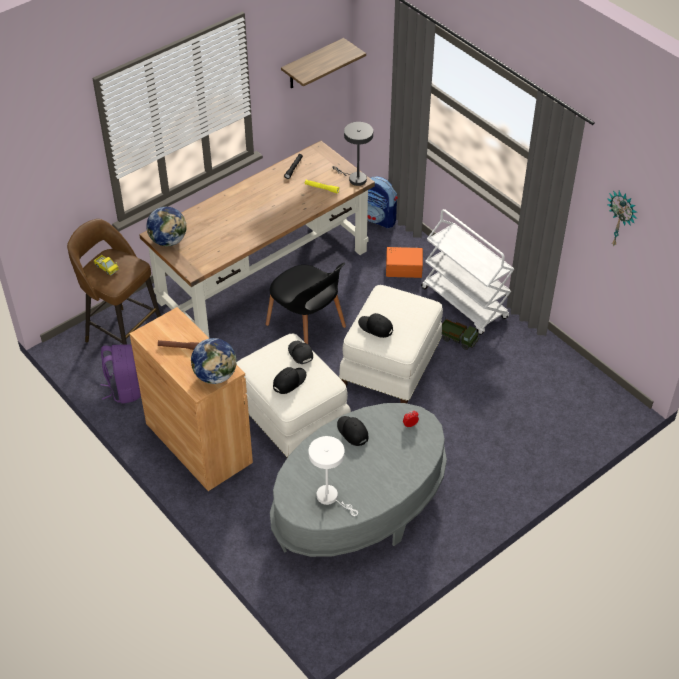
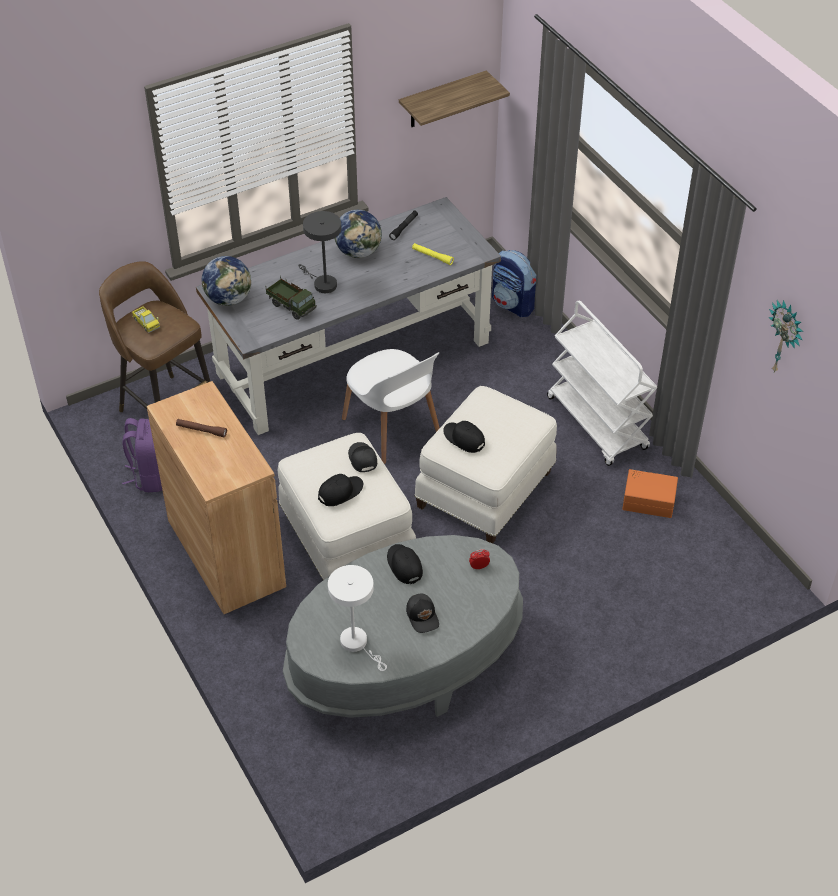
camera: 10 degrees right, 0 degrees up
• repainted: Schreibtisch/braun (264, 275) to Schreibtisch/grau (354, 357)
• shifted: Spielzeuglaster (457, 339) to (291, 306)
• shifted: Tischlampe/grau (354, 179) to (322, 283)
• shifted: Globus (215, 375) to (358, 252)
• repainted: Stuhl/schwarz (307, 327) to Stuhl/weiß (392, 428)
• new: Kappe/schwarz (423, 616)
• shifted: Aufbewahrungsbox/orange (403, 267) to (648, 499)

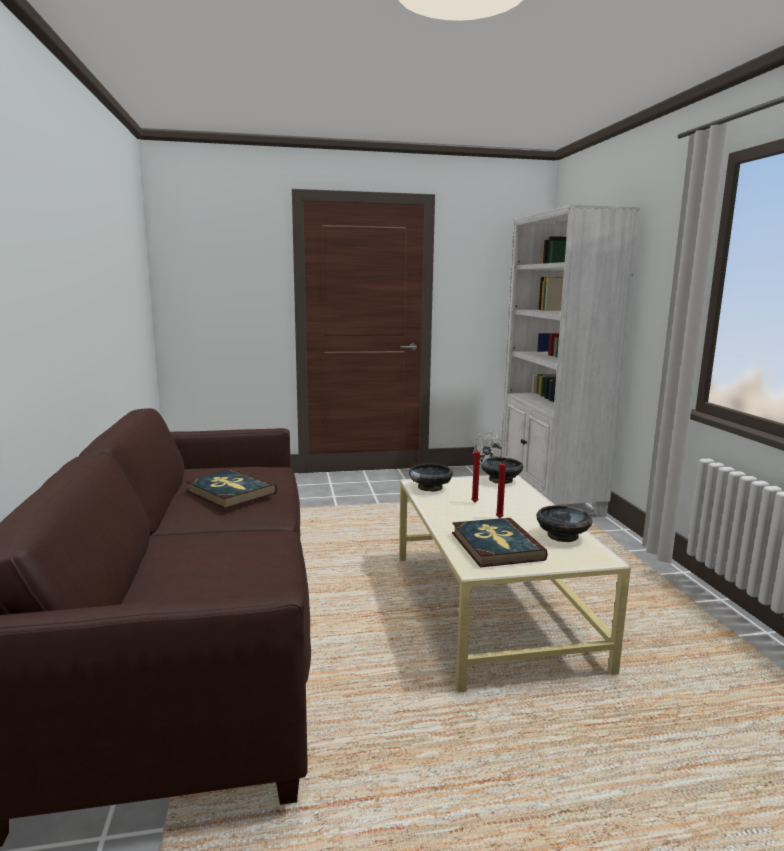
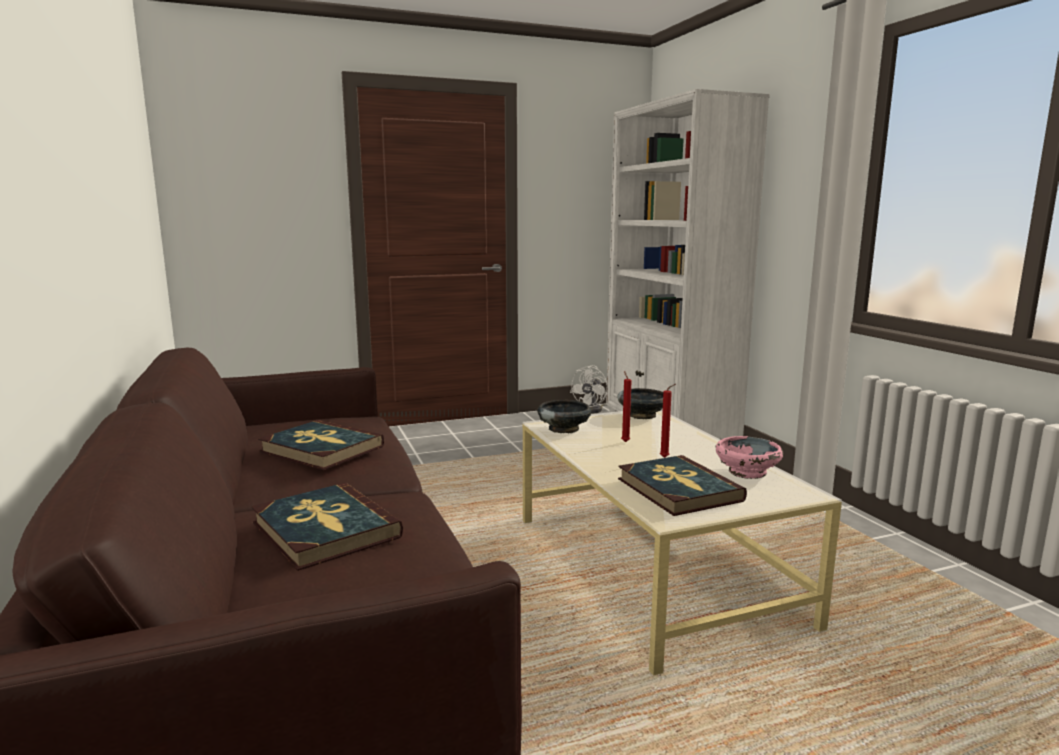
camera: 10 degrees left, 0 degrees up
• new: Buch (324, 530)
• repainted: Schüssel/schwarz (562, 536) to Schüssel/rosa (746, 472)

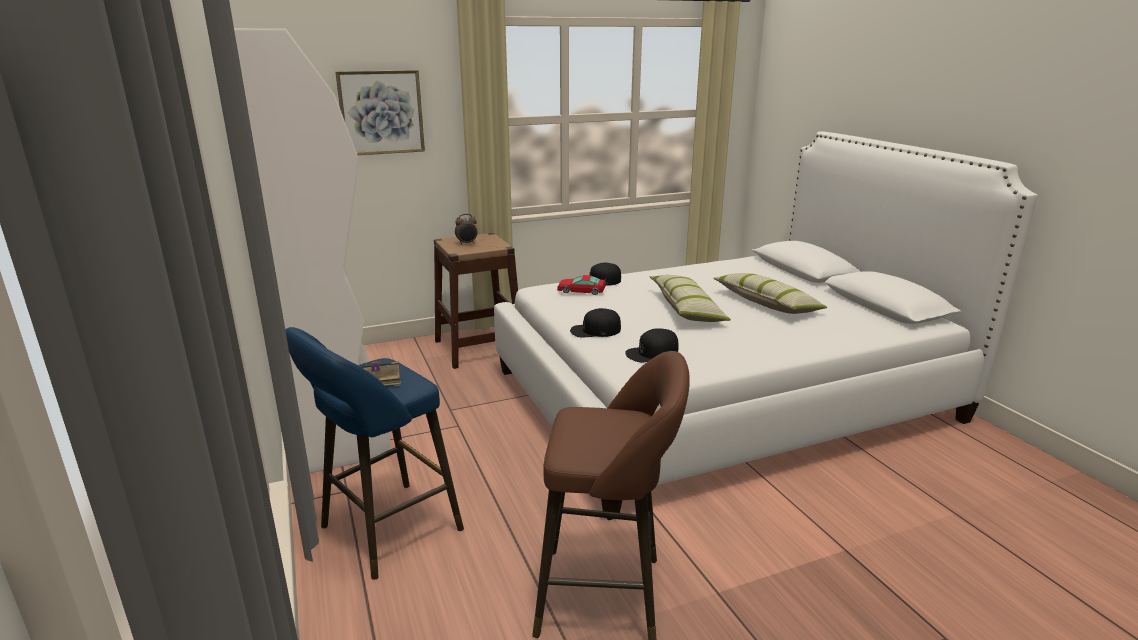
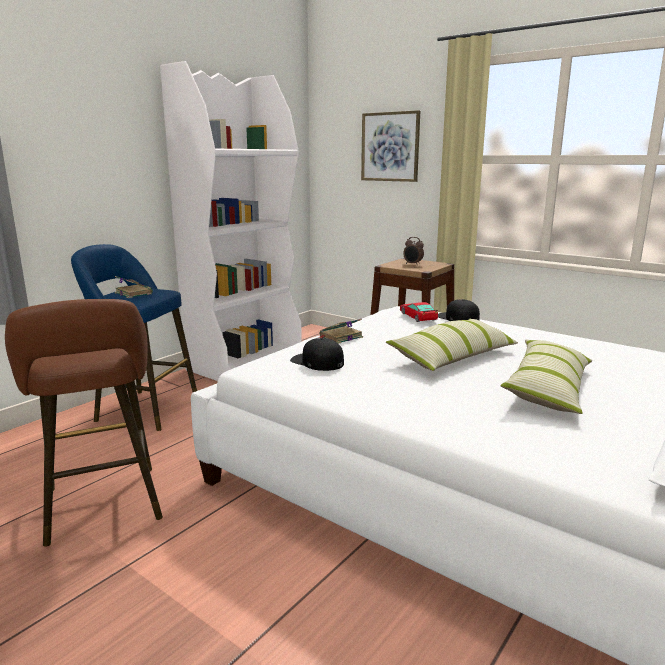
camera: 60 degrees right, 5 degrees down
• swapped: Kappe/schwarz (595, 330) to Buch (340, 337)

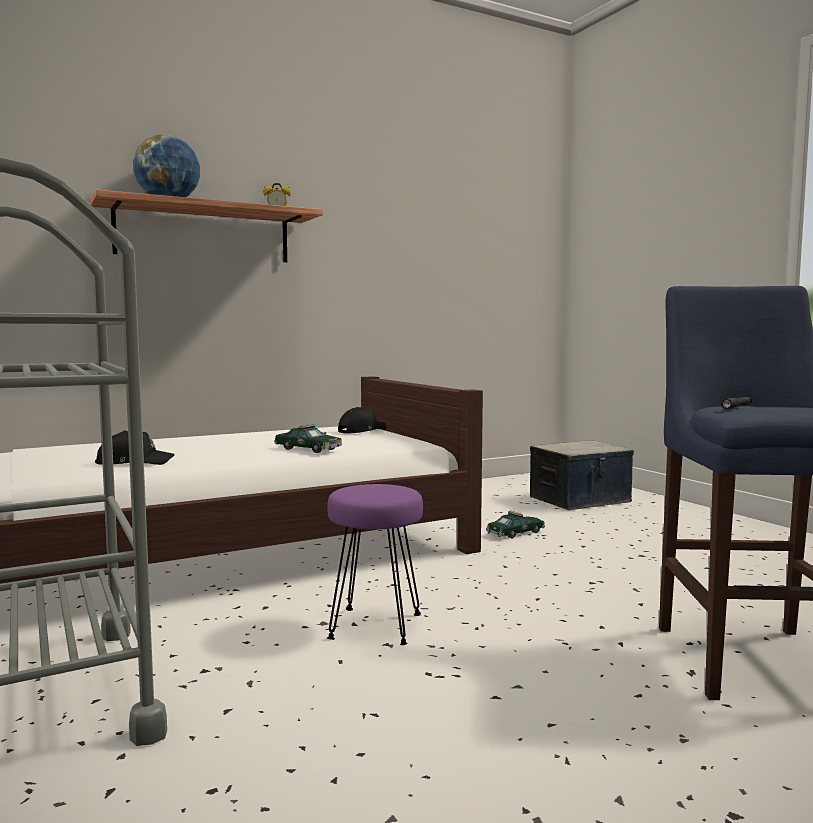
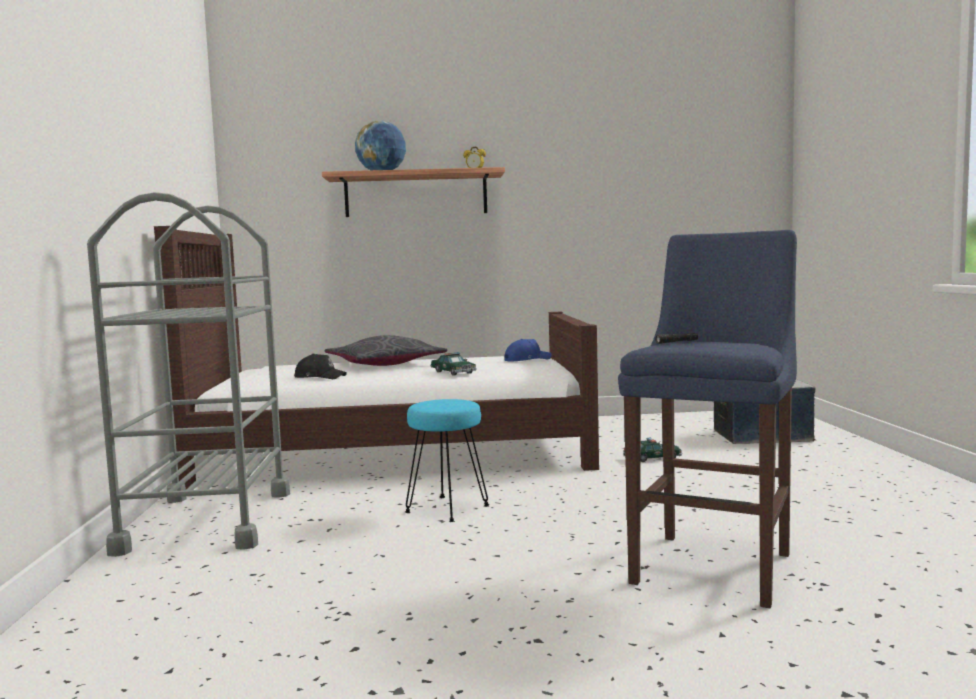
camera: 25 degrees right, 0 degrees up
• new: Kissen/grau (385, 365)
• repainted: Hocker/lila (376, 625) to Hocker/türkis (448, 509)
• repainted: Kappe/schwarz (361, 431) to Kappe/blau (526, 359)

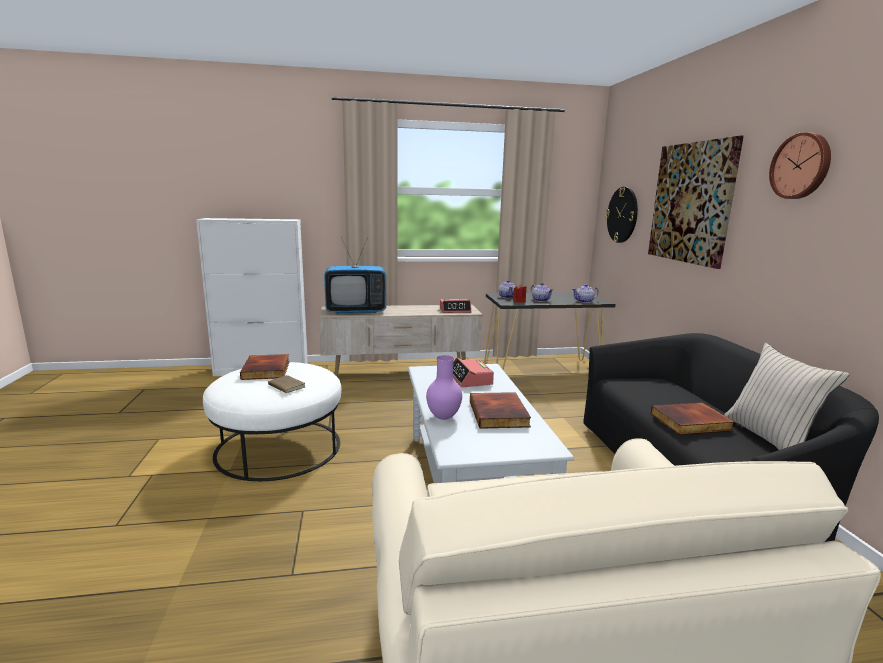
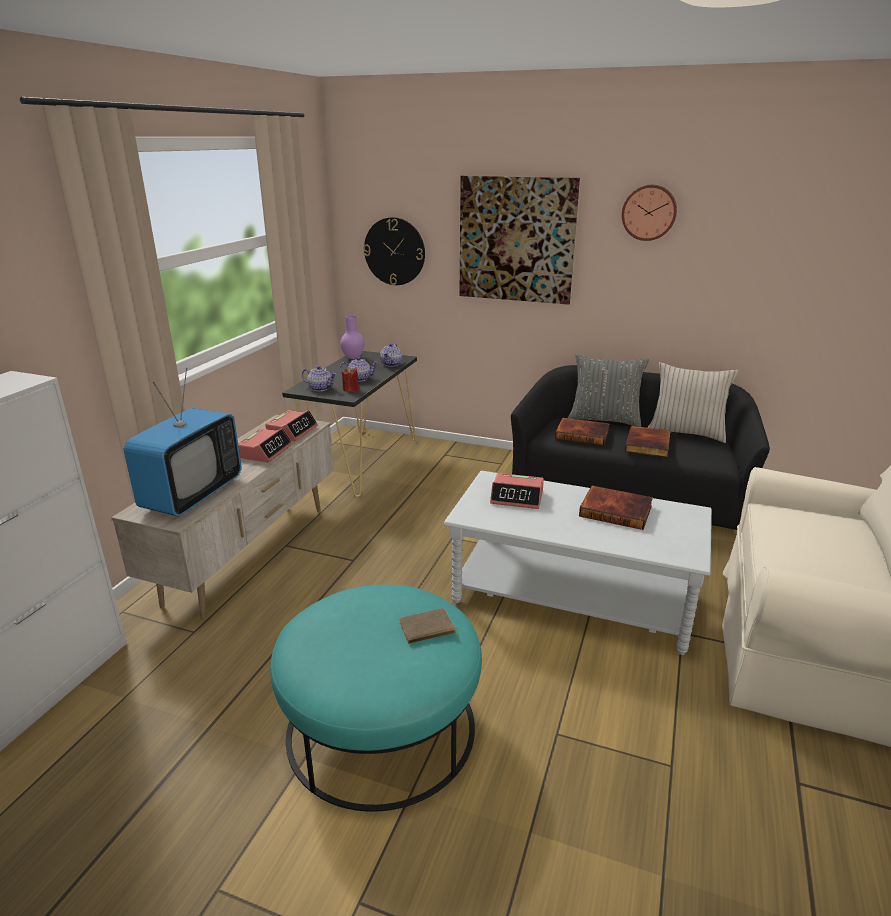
camera: 60 degrees left, 10 degrees up
• new: Wecker (265, 451)
• repainted: Polsterhocker/weiß (279, 447) to Polsterhocker/türkis (381, 726)
• shifted: Vase/lila (442, 417) to (353, 358)
• shifted: Buch (267, 370) to (582, 434)
• new: Kissen/grau (604, 420)

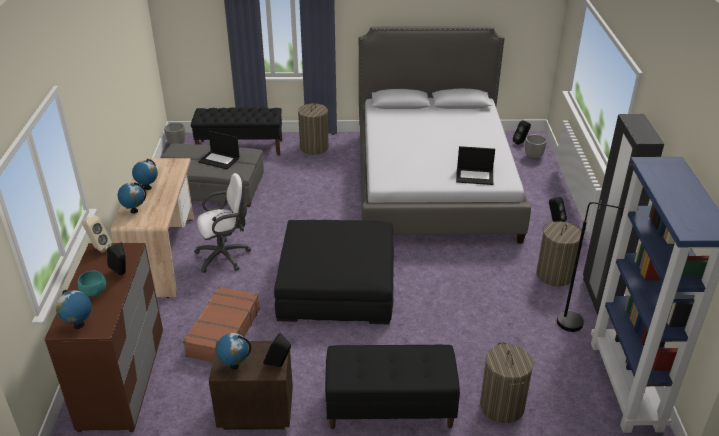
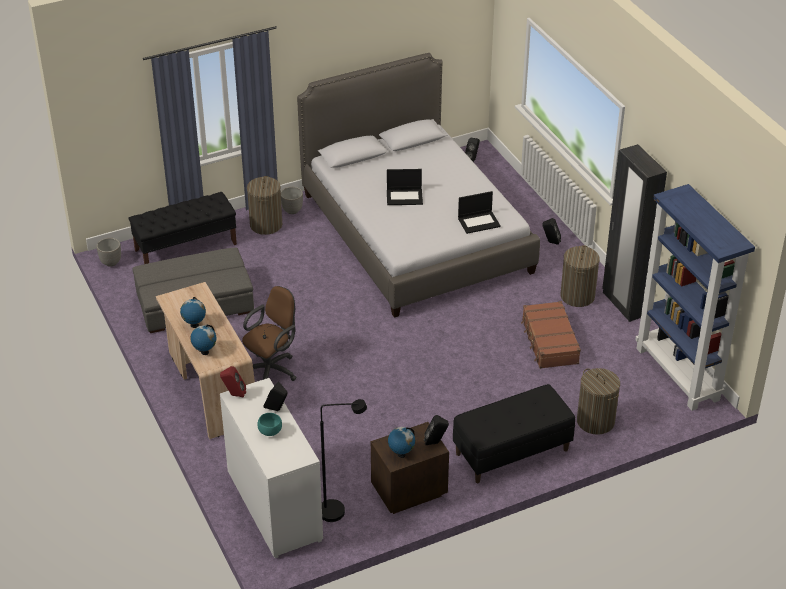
camera: 25 degrees left, 5 degrees up
• repainted: Lautsprecher/beige (99, 248) to Lautsprecher/rot (234, 395)
• repainted: Kommode/braun (122, 379) to Kommode/weiß (274, 506)
• repainted: Bürostuhl/weiß (225, 256) to Bürostuhl/braun (272, 370)
• shifted: Pflanzkübel (533, 156) to (292, 210)
• shifted: Stehlampe/schwarz (577, 324) to (339, 511)
• shifted: Laptop (219, 160) to (405, 197)
• shifted: Koffer/braun (223, 332) to (549, 342)
• gone: Globus (78, 325)
• gone: Polsterhocker/schwarz (337, 285)

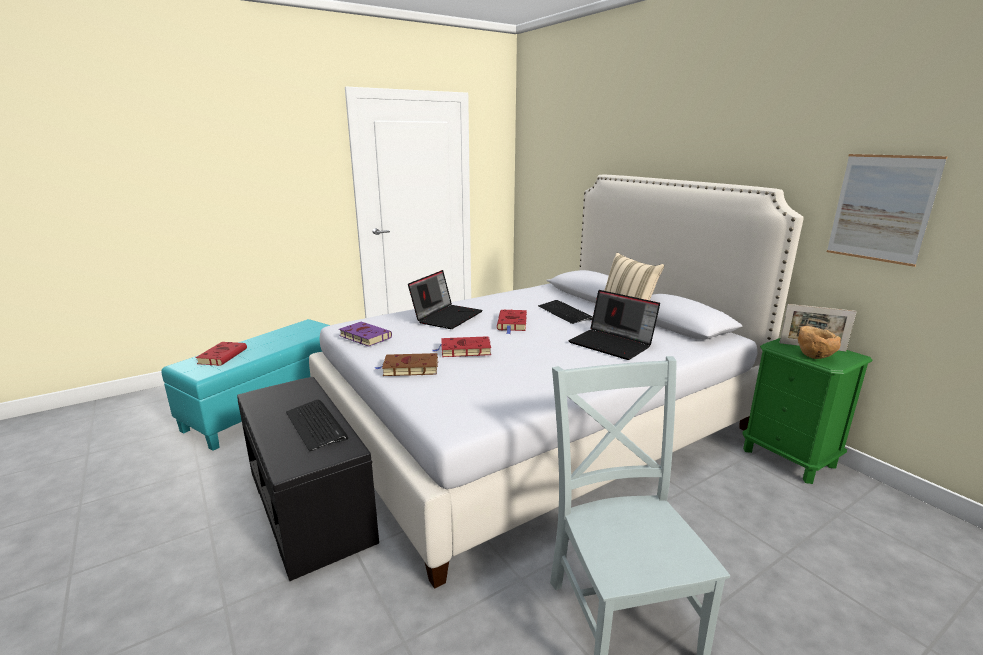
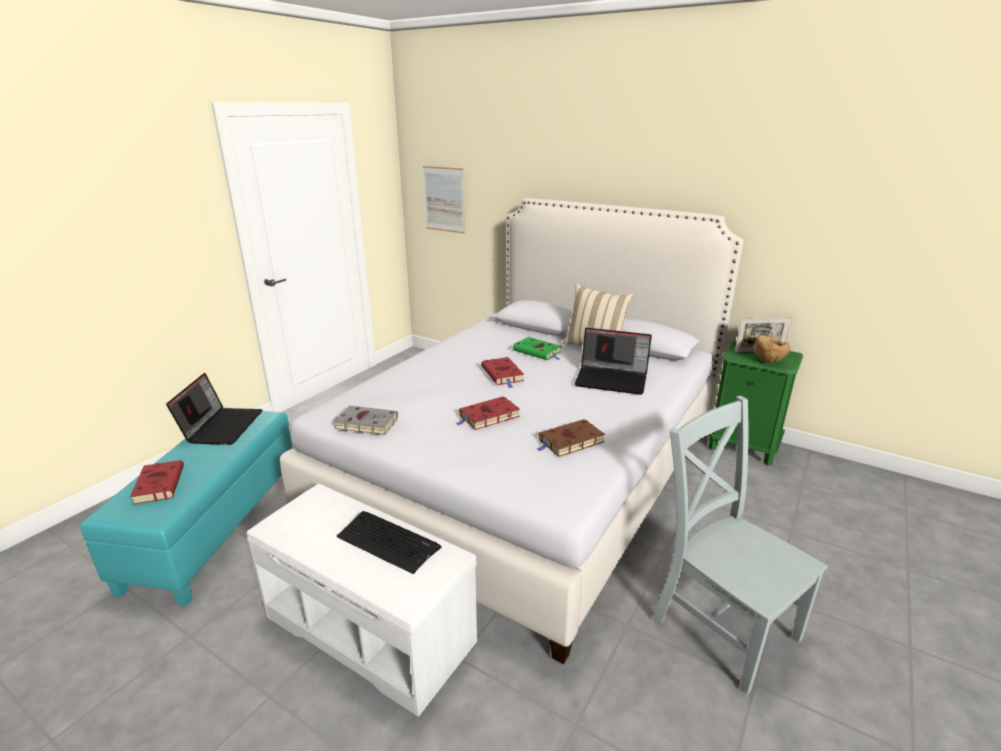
camera: 25 degrees left, 5 degrees up
• shifted: Laptop (447, 316) to (222, 426)
• repainted: Bank/schwarz (311, 505) to Bank/weiß (372, 628)
• repainted: Buch/lila (364, 336) to Buch/grau (365, 423)
• shifted: Bild (881, 208) to (444, 199)
• swapped: Tastatur (565, 313) to Buch/grün (538, 352)
• shifted: Buch/braun (409, 368) to (570, 442)

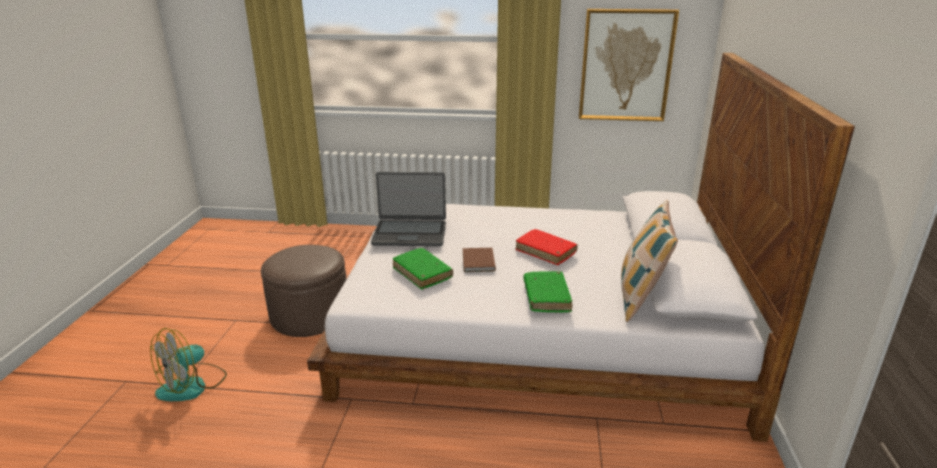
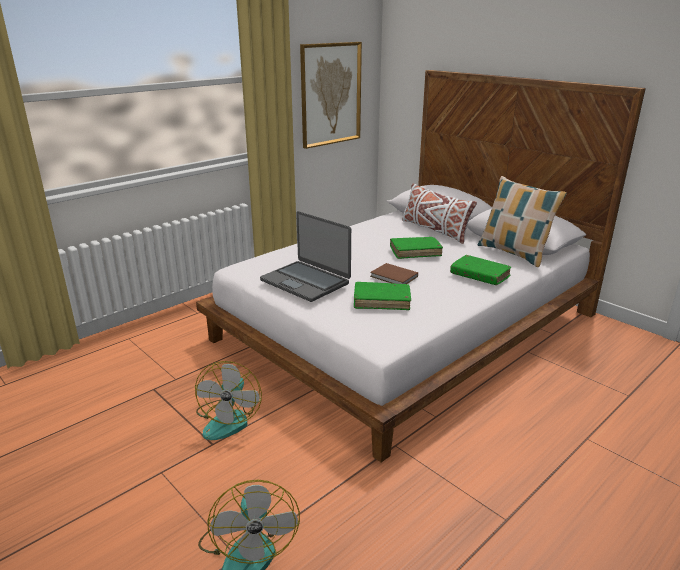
camera: 50 degrees left, 0 degrees up
• swapped: Polsterhocker/braun (310, 315) to Ventilator (229, 419)
• rotated: Laptop (410, 234) = (306, 281) 90 degrees clockwise
• repainted: Buch/rot (545, 252) to Buch/grün (415, 252)
• new: Kissen/weiß (435, 230)

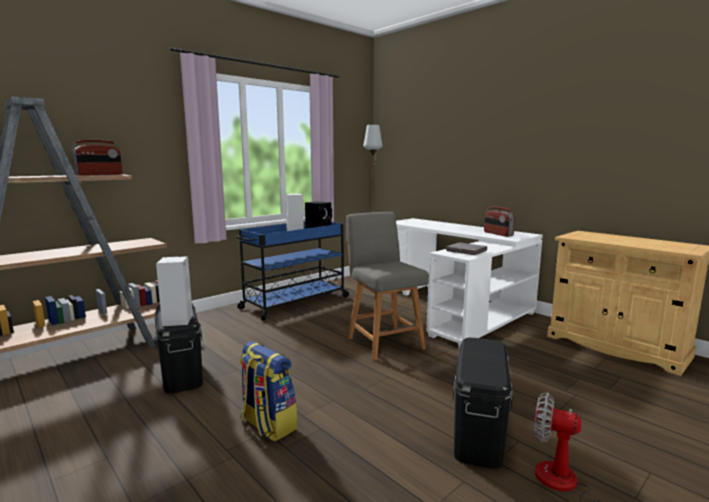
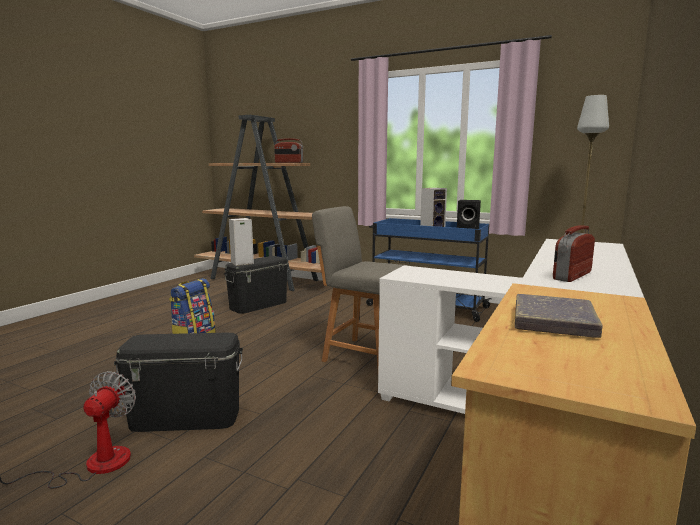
camera: 70 degrees right, 0 degrees up
• rotated: Stuhl/grau (384, 342) = (363, 355) 105 degrees counterclockwise
• shifted: Buch/grau (466, 251) to (553, 321)

